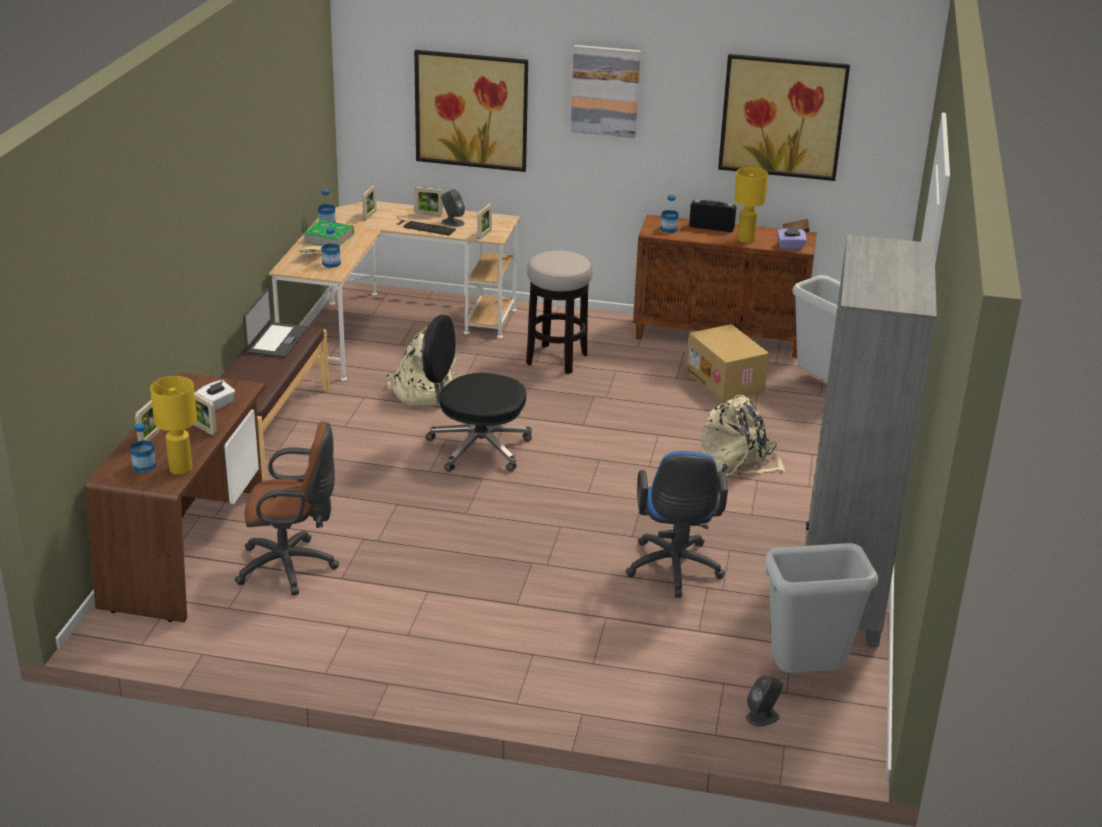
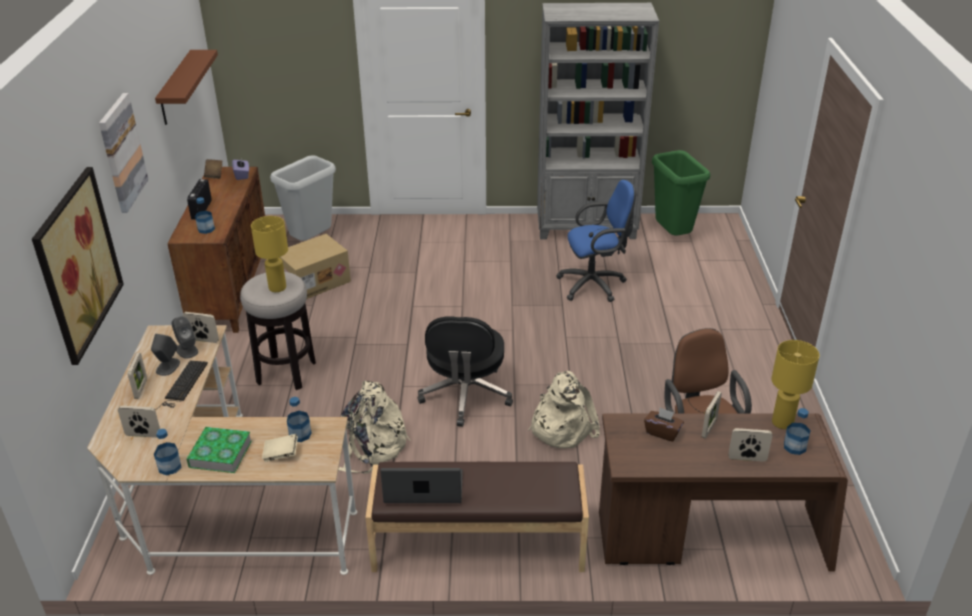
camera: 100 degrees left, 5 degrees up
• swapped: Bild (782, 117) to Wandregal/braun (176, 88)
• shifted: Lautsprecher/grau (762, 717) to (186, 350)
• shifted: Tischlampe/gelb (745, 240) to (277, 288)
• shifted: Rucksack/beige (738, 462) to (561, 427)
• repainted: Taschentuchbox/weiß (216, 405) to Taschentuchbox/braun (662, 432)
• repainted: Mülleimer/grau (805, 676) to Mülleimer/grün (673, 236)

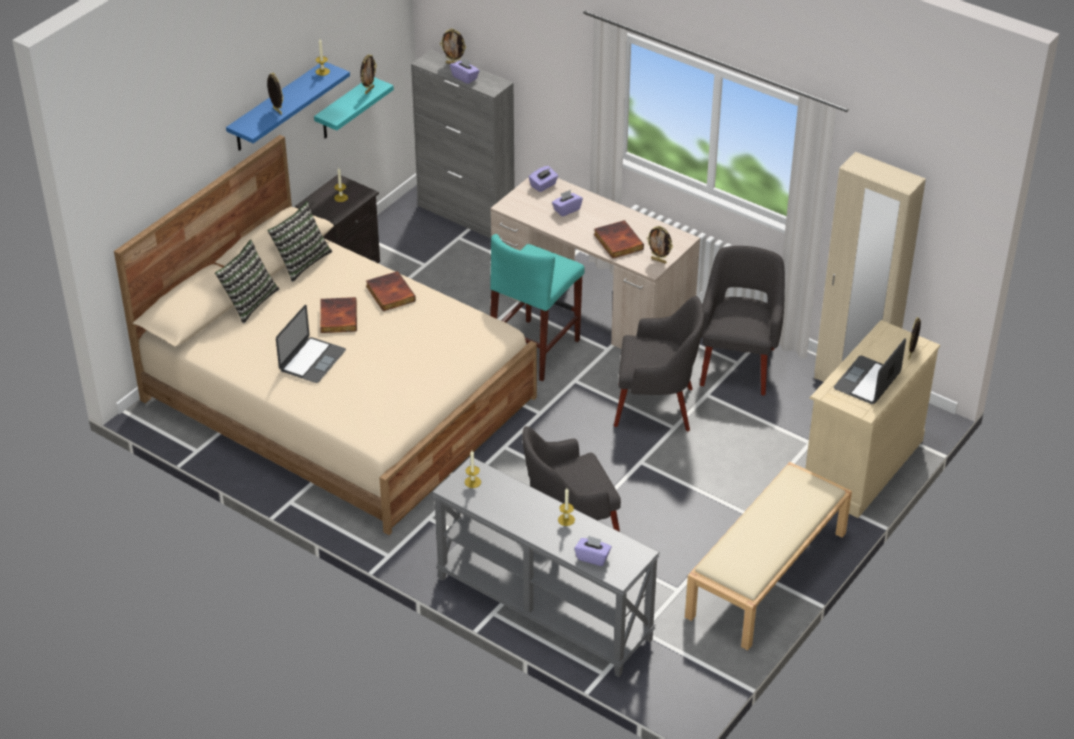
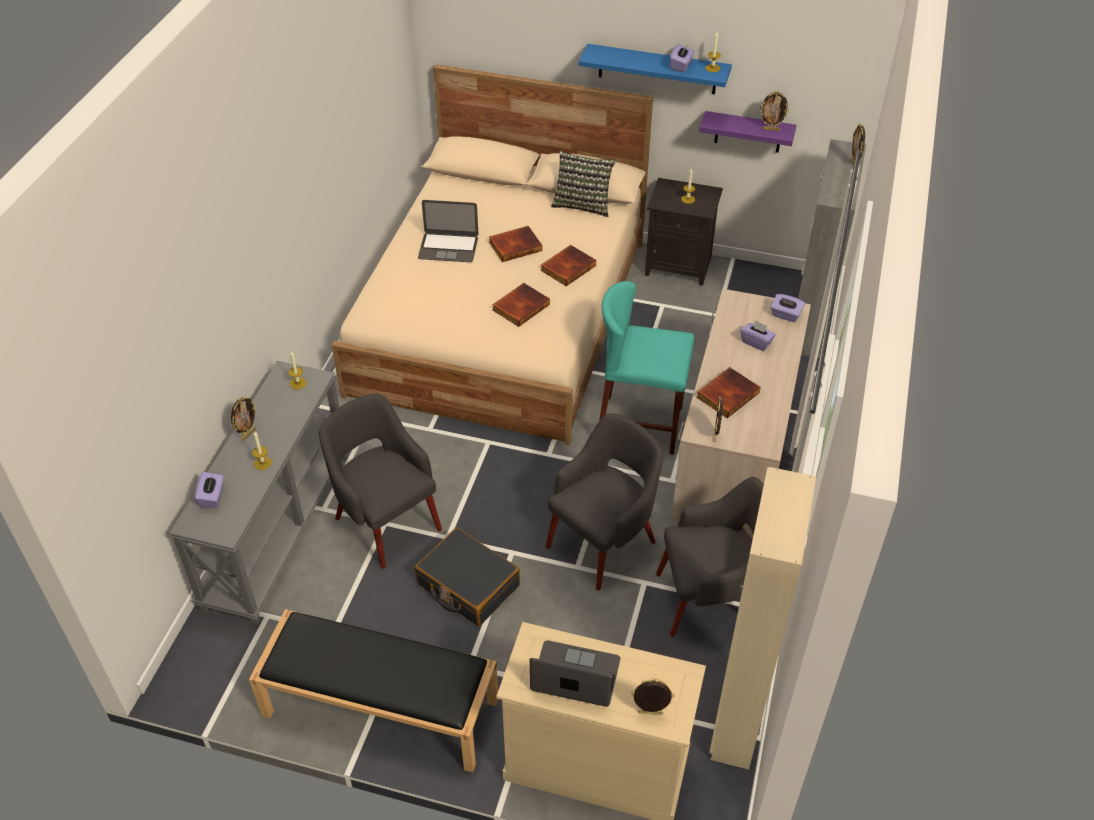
camera: 70 degrees right, 5 degrees up
• shifted: Bilderrahmen (276, 111) to (248, 434)
• repainted: Bank/beige (767, 575) to Bank/schwarz (379, 707)
• new: Koffer/schwarz (467, 585)
• new: Buch (520, 306)
• rotated: Sessel/grau (656, 406) = (602, 543) 120 degrees counterclockwise
• shifted: Taschentuchbox/lila (465, 77) to (681, 66)
• repainted: Wandregal/türkis (343, 109) to Wandregal/lila (748, 132)
• gone: Kissen (249, 302)

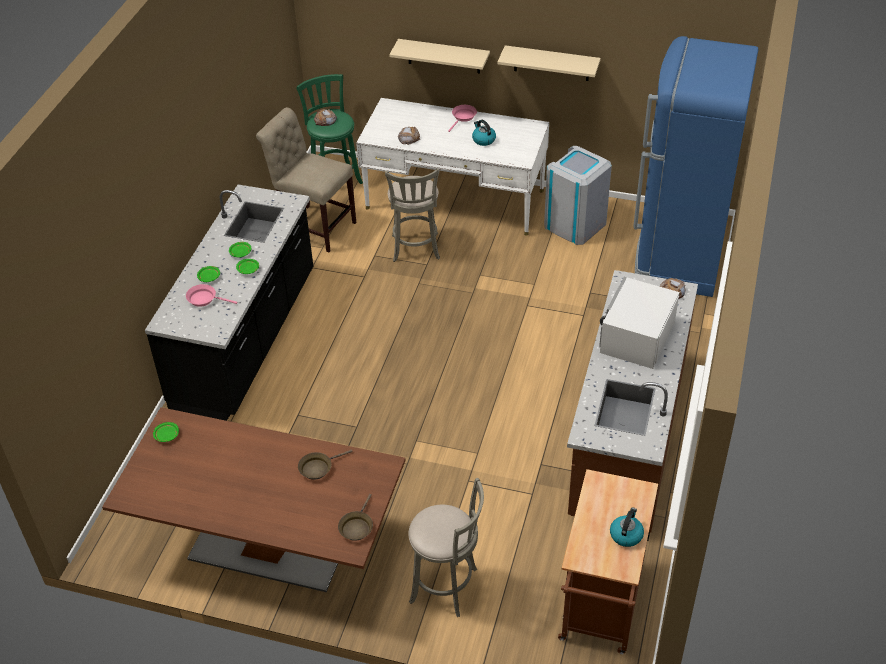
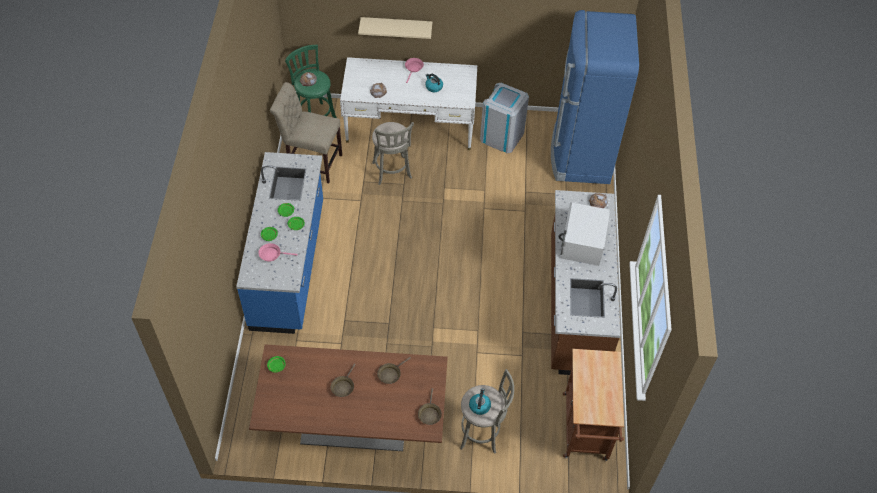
camera: 15 degrees left, 10 degrees up
• repainted: Küchenzeile/schwarz (247, 339) to Küchenzeile/blau (289, 265)
• new: Pfanne/braun (343, 386)
• shifted: Wasserkessel (626, 535) to (479, 406)
• gone: Wandregal/beige (551, 63)

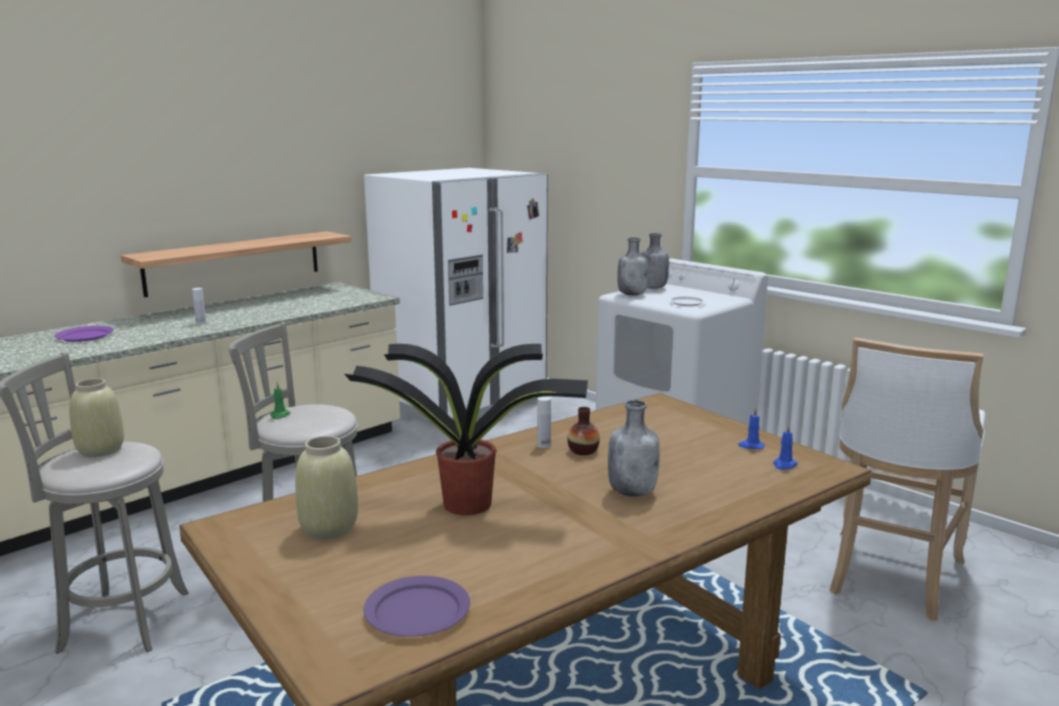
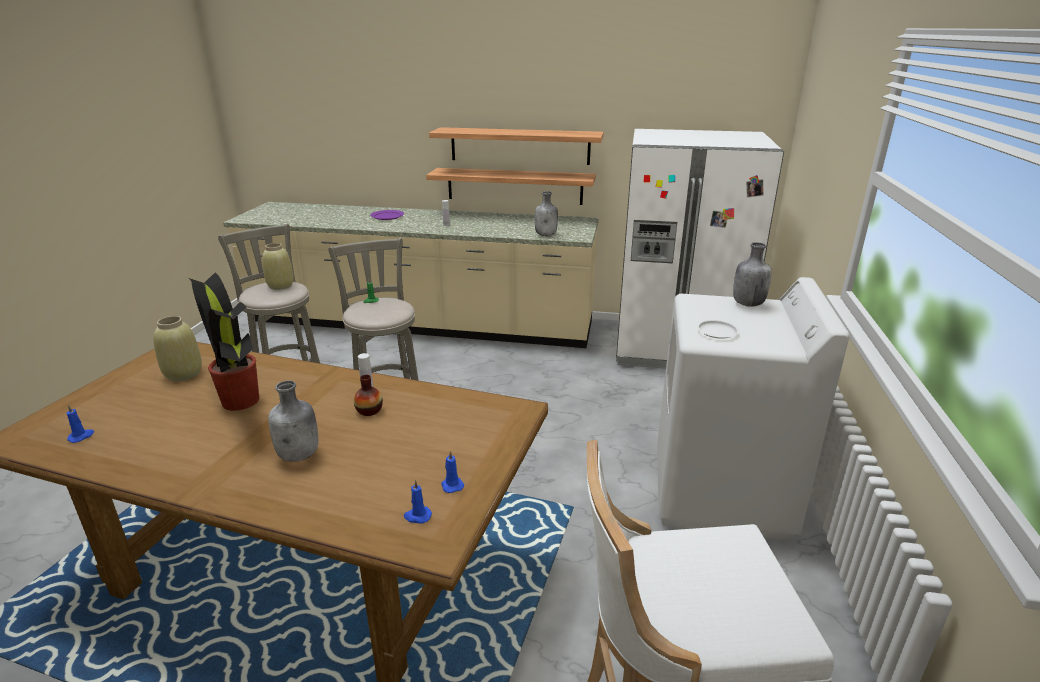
camera: 55 degrees right, 10 degrees up
• swapped: Teller/lila (417, 610) to Kerze/blau (81, 436)
• new: Wandregal (520, 146)
• shifted: Flasche/grau (632, 294) to (546, 235)

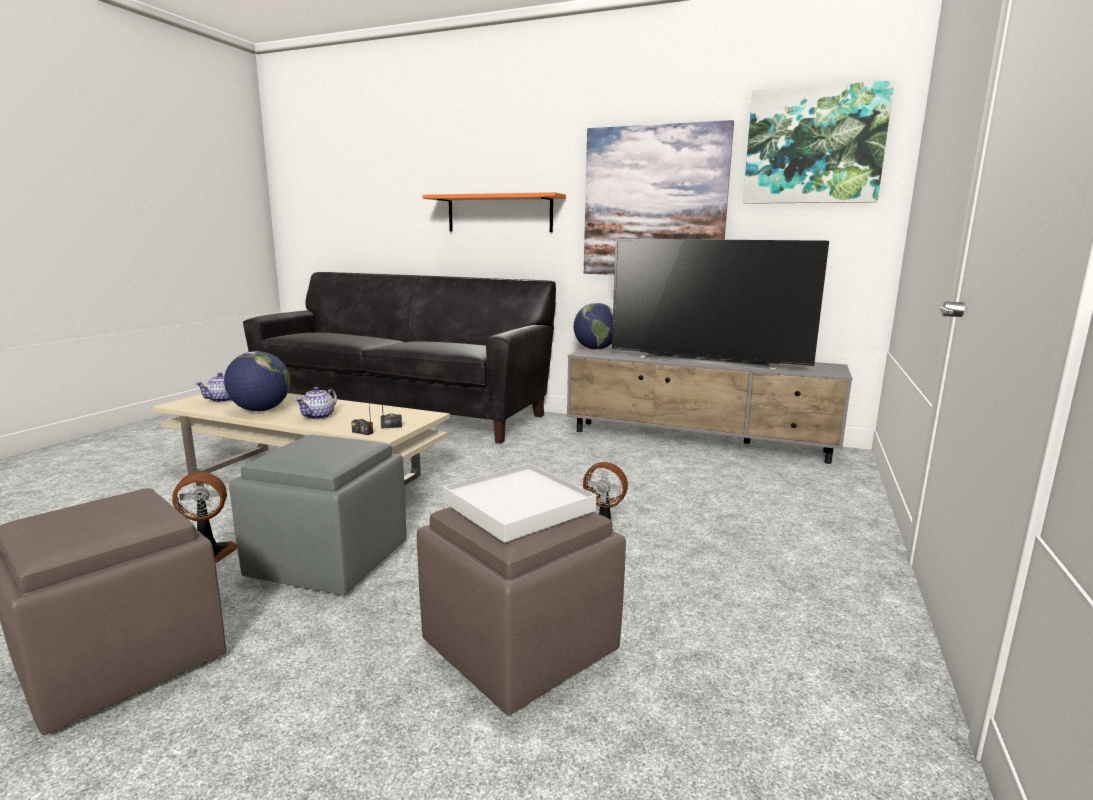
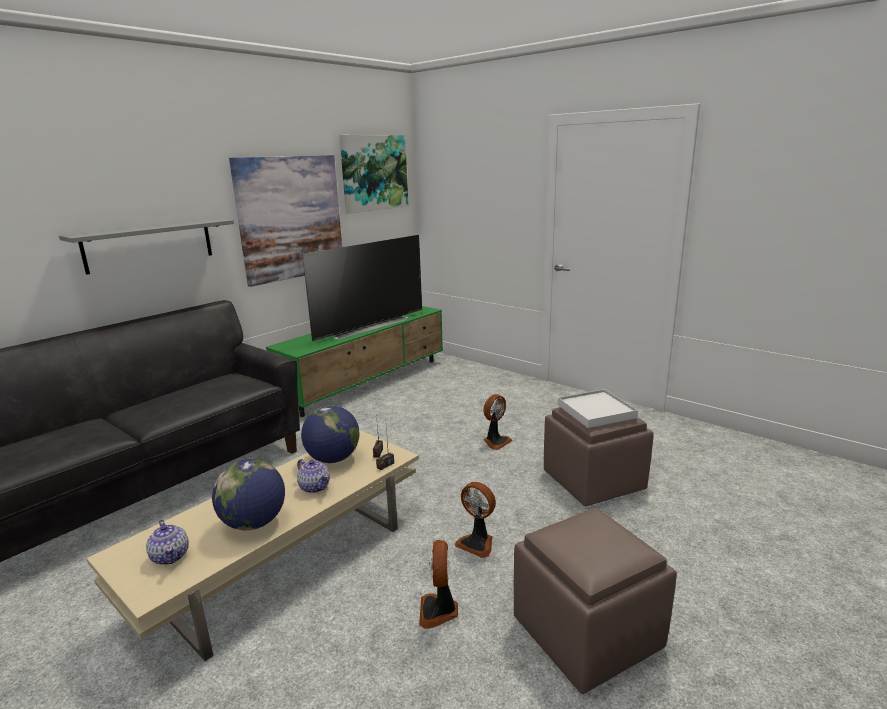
camera: 70 degrees left, 5 degrees up
• repainted: Wandregal/orange (499, 213) to Wandregal/grau (149, 245)
• repainted: Fernsehschrank/grau (698, 442) to Fernsehschrank/grün (367, 383)
• shifted: Globus (595, 349) to (333, 459)
• swapped: Polsterhocker/grau (329, 561) to Ventilator (477, 543)

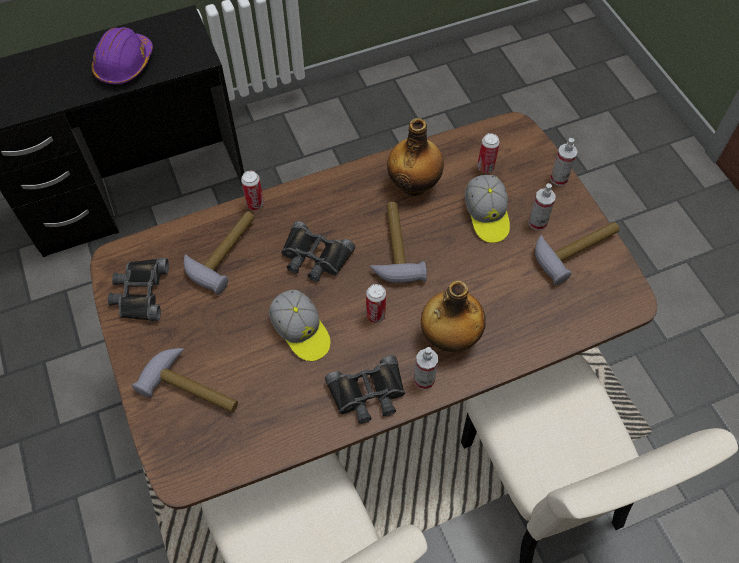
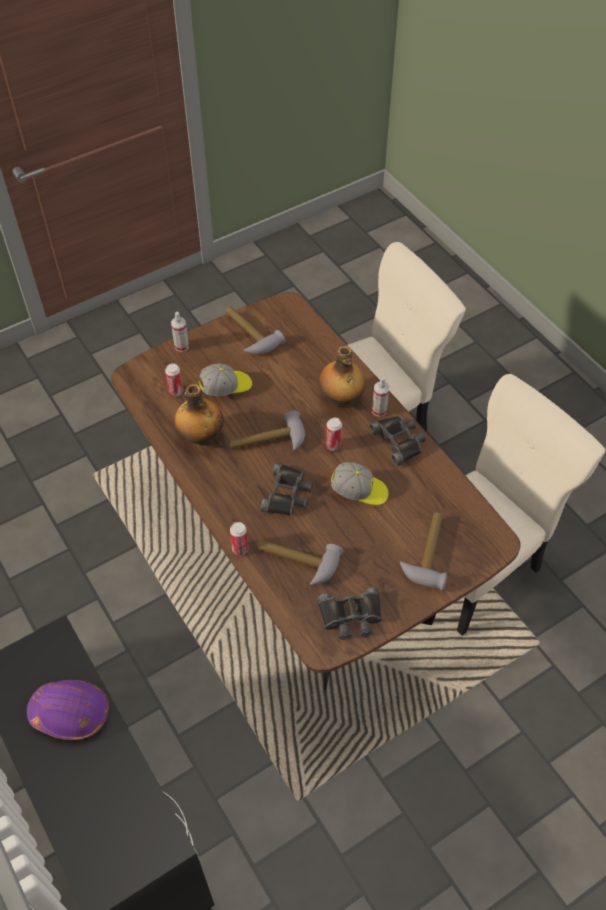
camera: 100 degrees left, 5 degrees down
• rotated: Kappe (301, 331) = (359, 491) 60 degrees clockwise
• gone: Sprühflasche (537, 222)

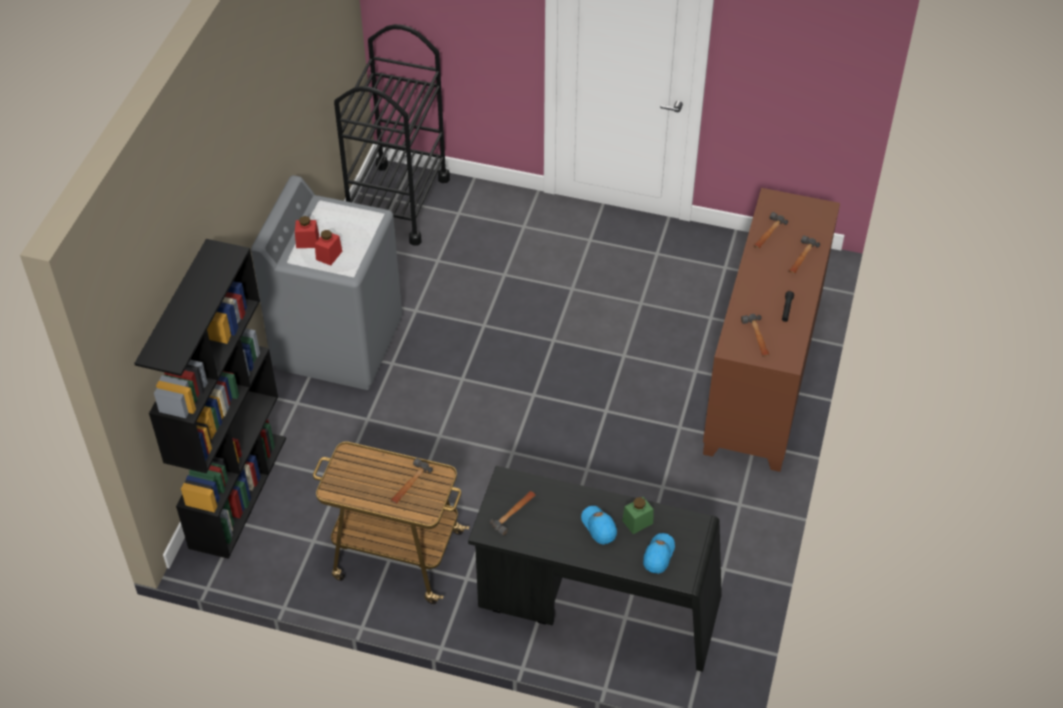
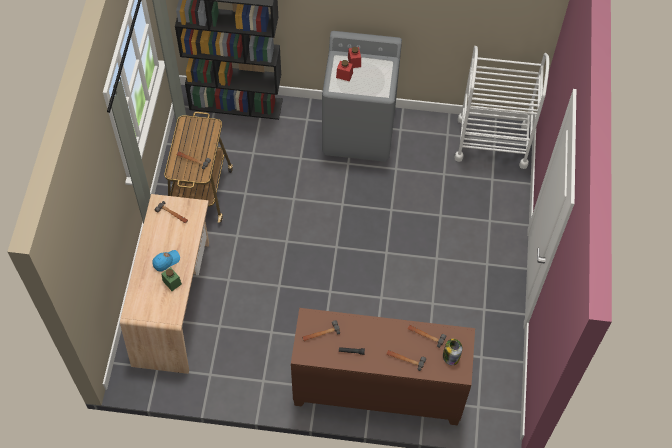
camera: 80 degrees right, 10 degrees up
• repainted: Schreibtisch/schwarz (597, 606) to Schreibtisch/beige (174, 303)
• new: Vorratsglas (450, 356)
• repainted: Rollwagen/schwarz (398, 203) to Rollwagen/weiß (492, 142)
• gone: Kappe/blau (658, 555)

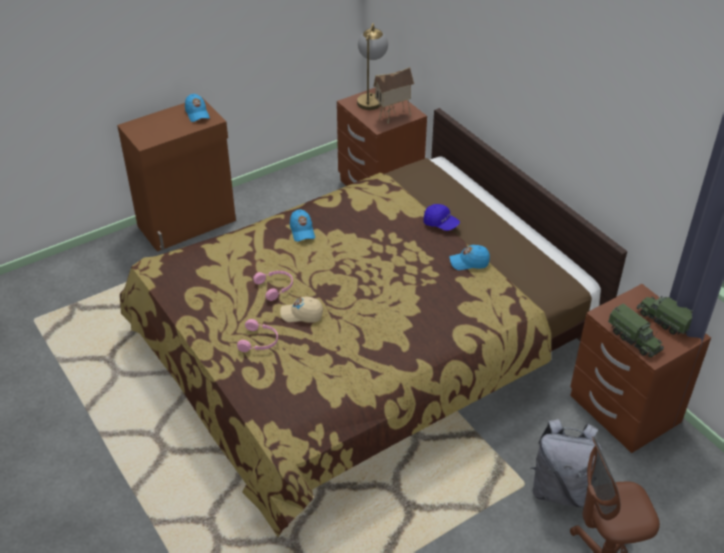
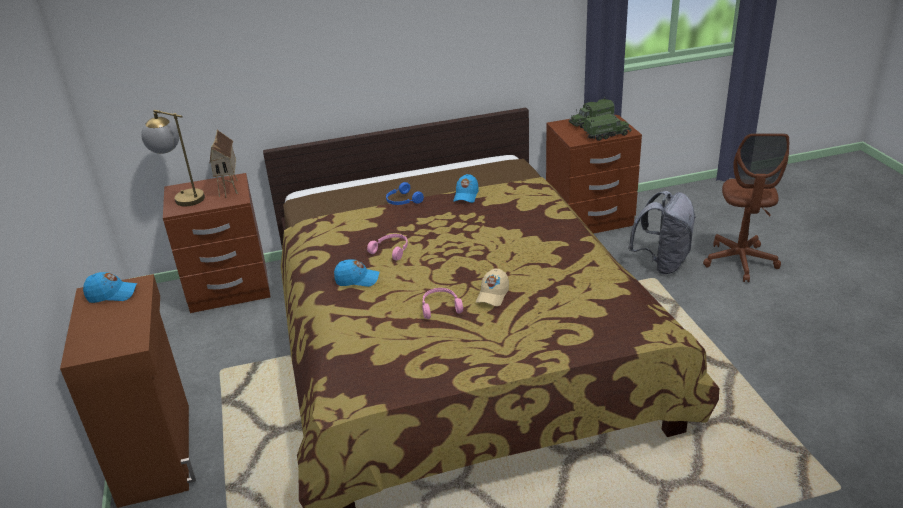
camera: 70 degrees left, 10 degrees down
• shifted: Kopfhörer/rosa (259, 341) to (391, 250)
• swapped: Kappe/blau (441, 224) to Kopfhörer/blau (402, 201)

